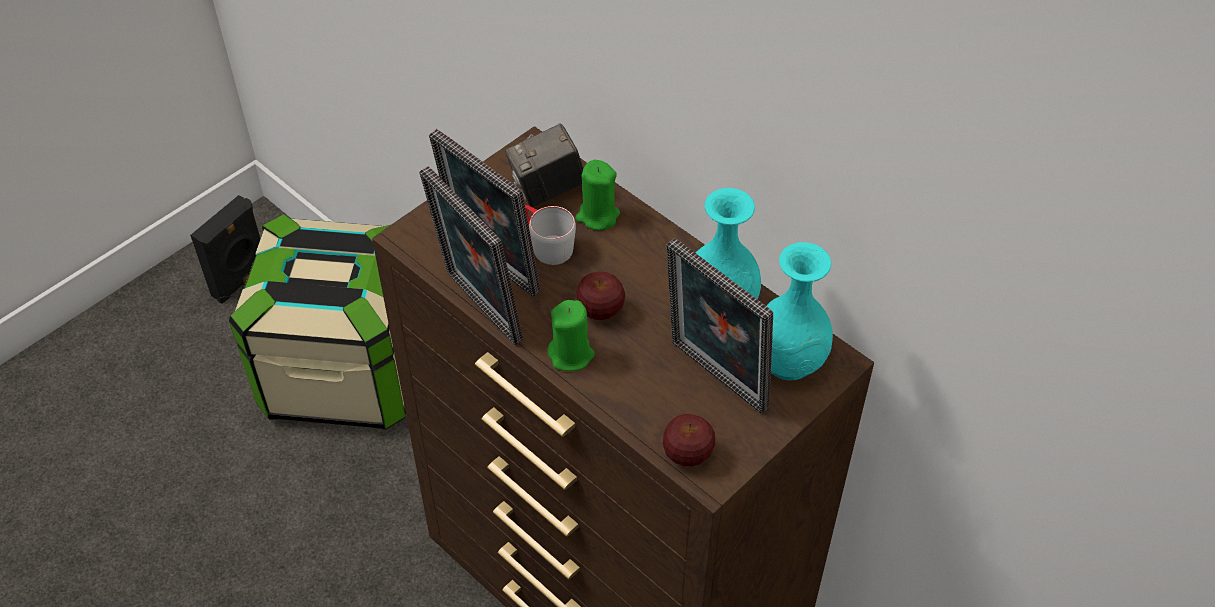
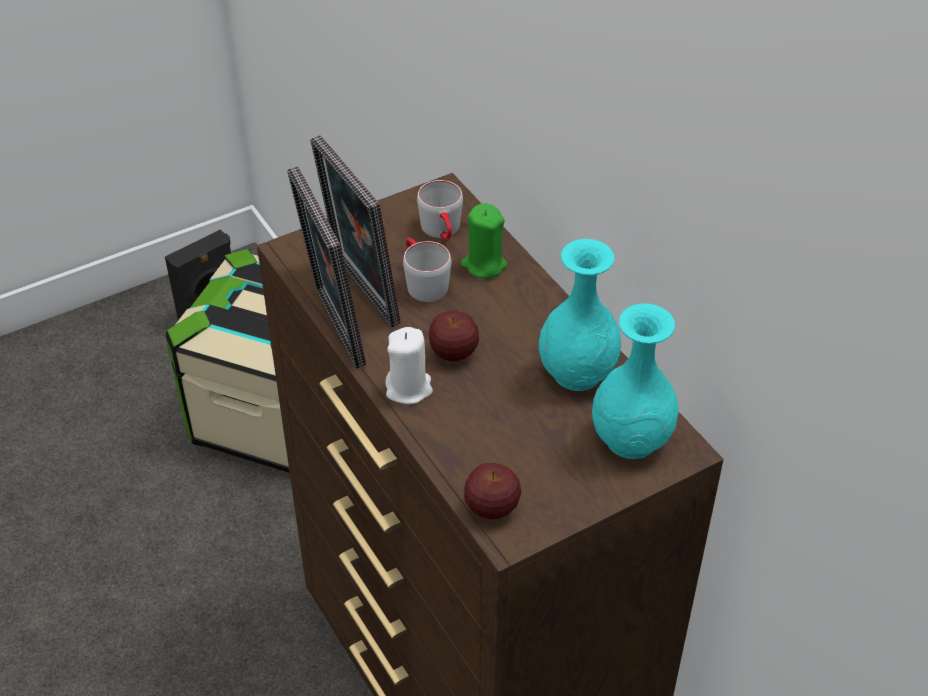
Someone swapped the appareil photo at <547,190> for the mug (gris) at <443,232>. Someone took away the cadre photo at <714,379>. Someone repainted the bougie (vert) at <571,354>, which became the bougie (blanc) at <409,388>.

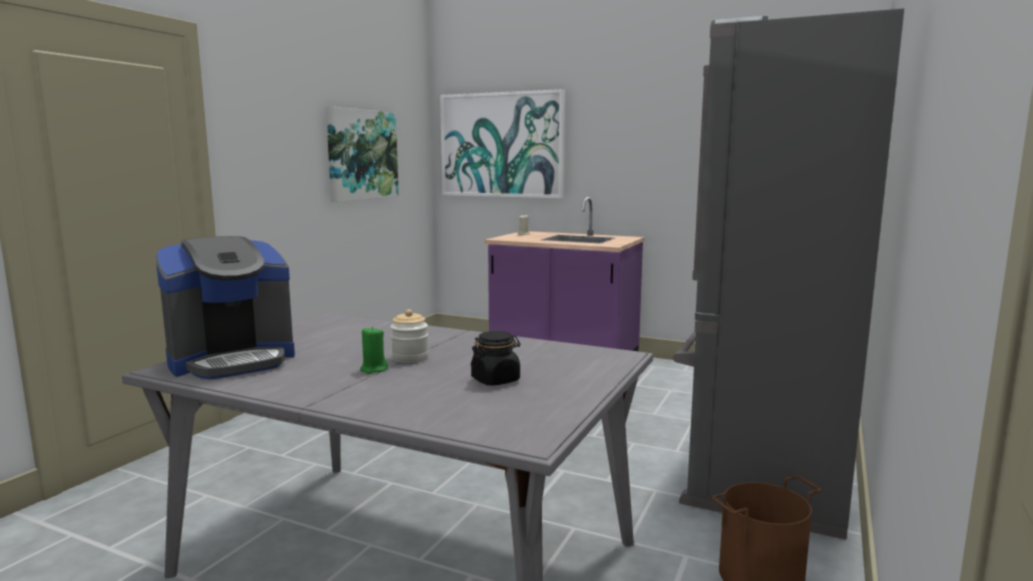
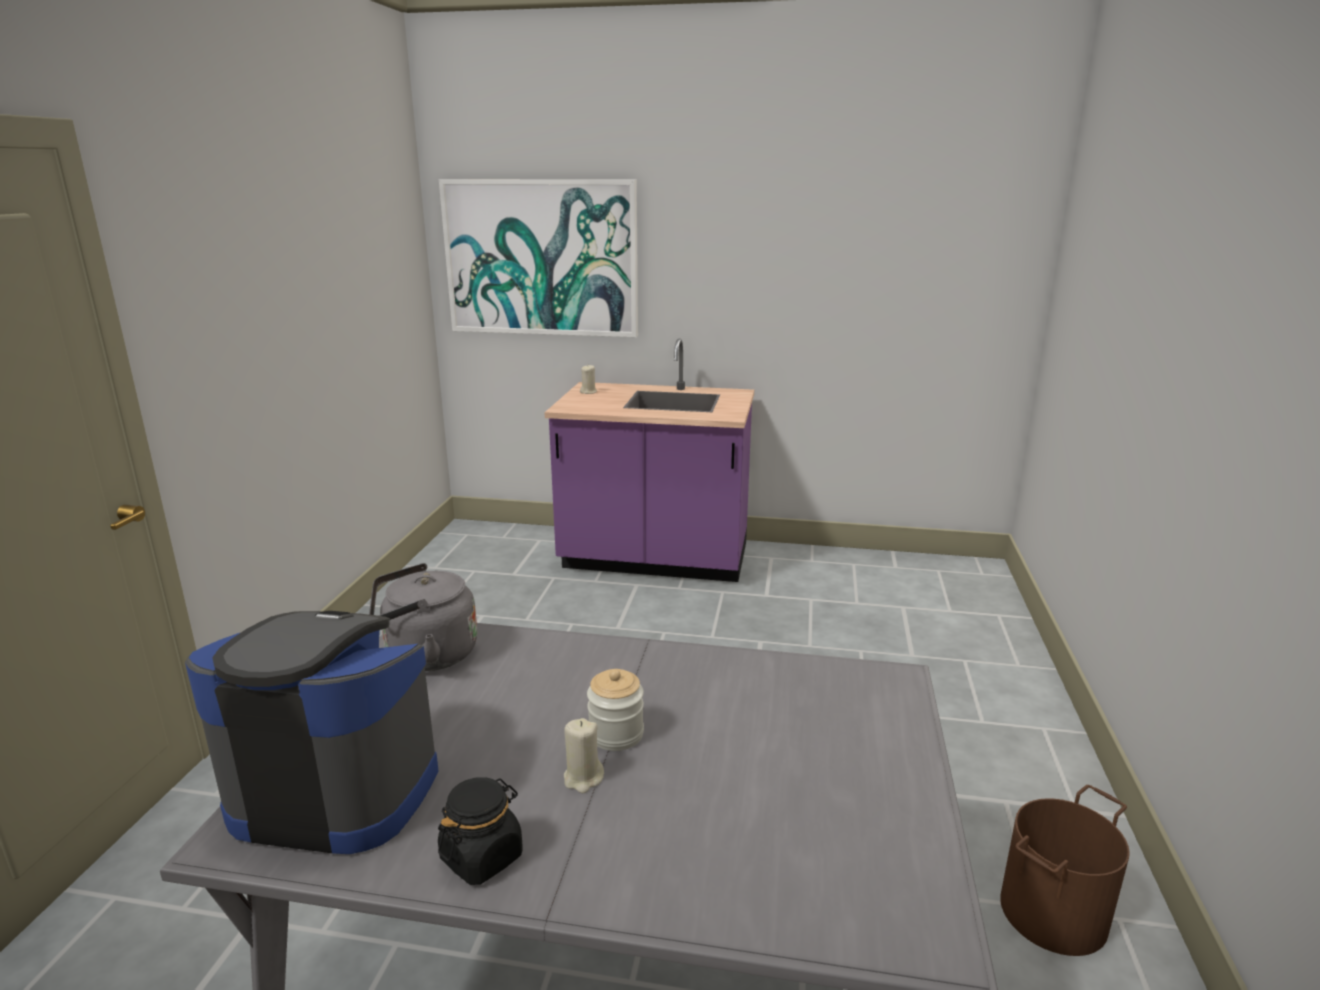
Someone took away the réfrigérateur (gris) at <763,469>. Someone took away the tableau at <362,155>. Someone rotated the machine à café at <232,360> by 120 degrees counterclockwise. Someone repainted the bougie (vert) at <373,369>, which became the bougie (beige) at <583,778>. Someone carried the bocal (noir) from <496,380> to <482,857>. Someone put down the bouilloire (gris) at <426,655>.

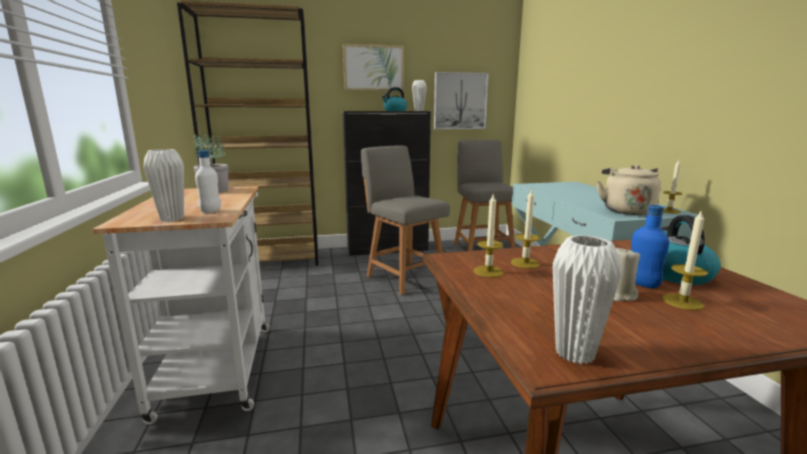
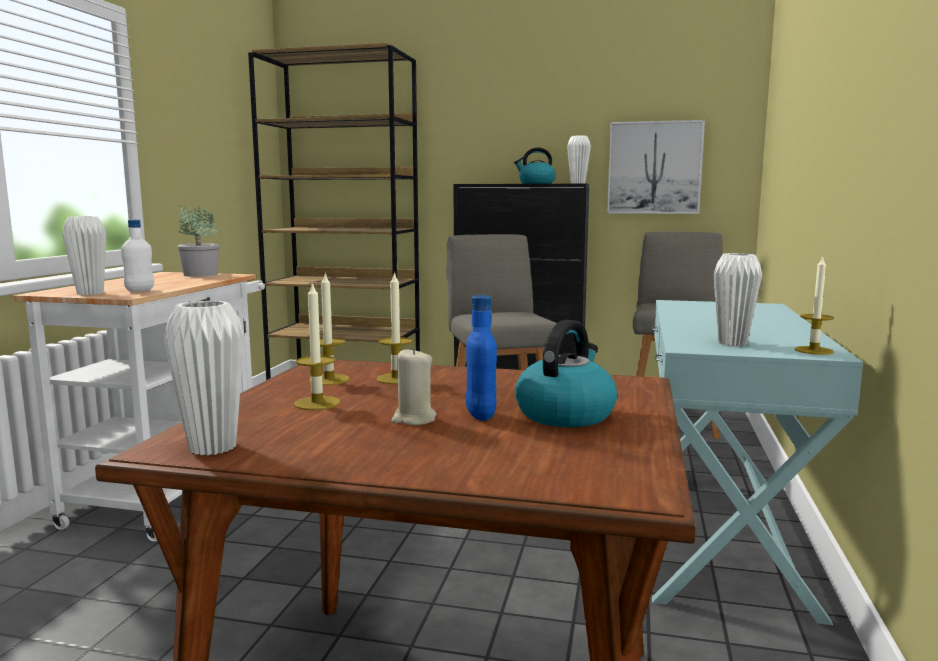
Someone took away the tableau at <373,68>. Someone swapped the bouilloire (beige) at <626,210> for the vase (blanc) at <732,343>. Someone carried the bougie from <682,302> to <317,403>.

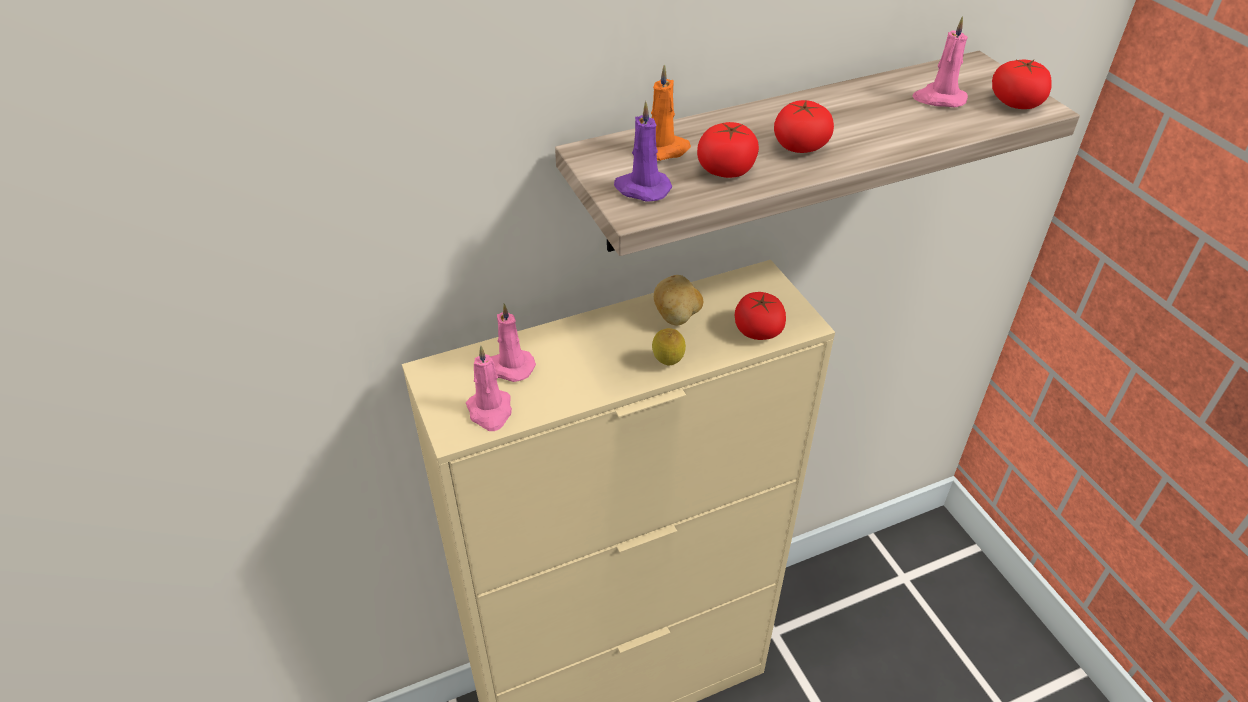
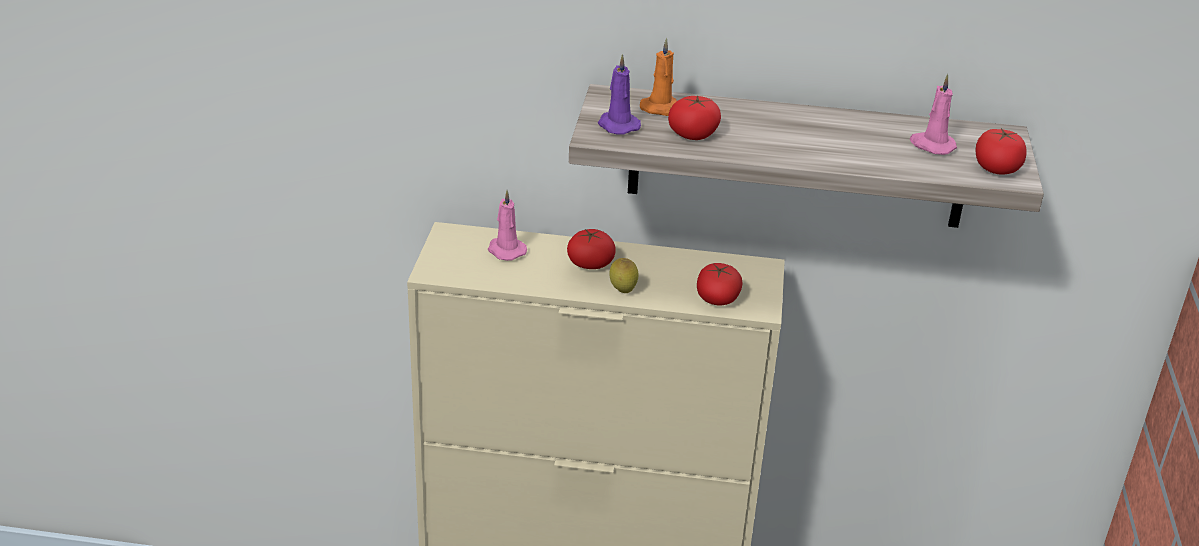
Someone carried the tomate from <800,146> to <590,263>. Someone took away the pomme de terre at <677,317>. Someone took away the bougie (rose) at <490,411>.

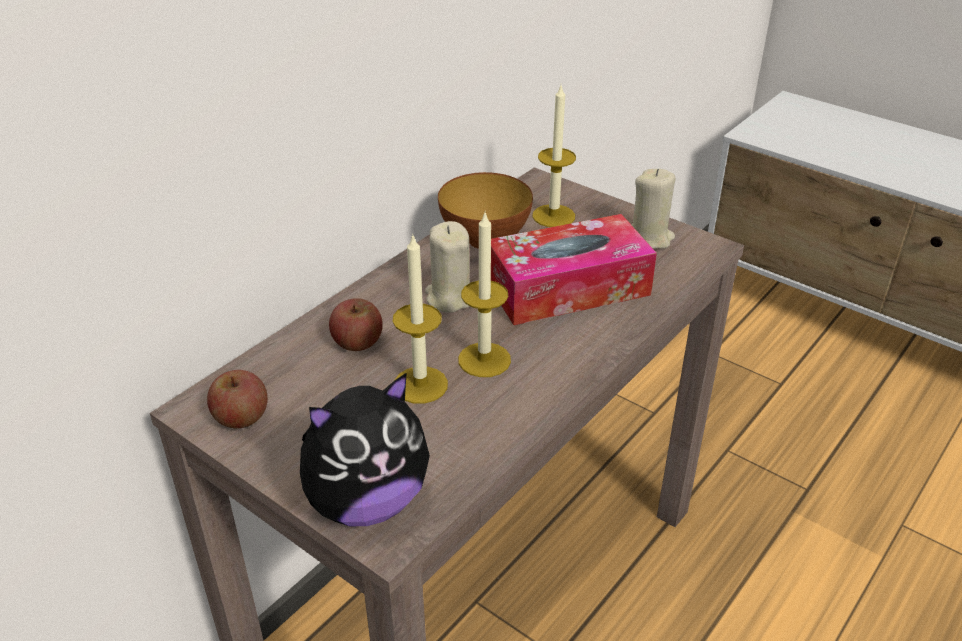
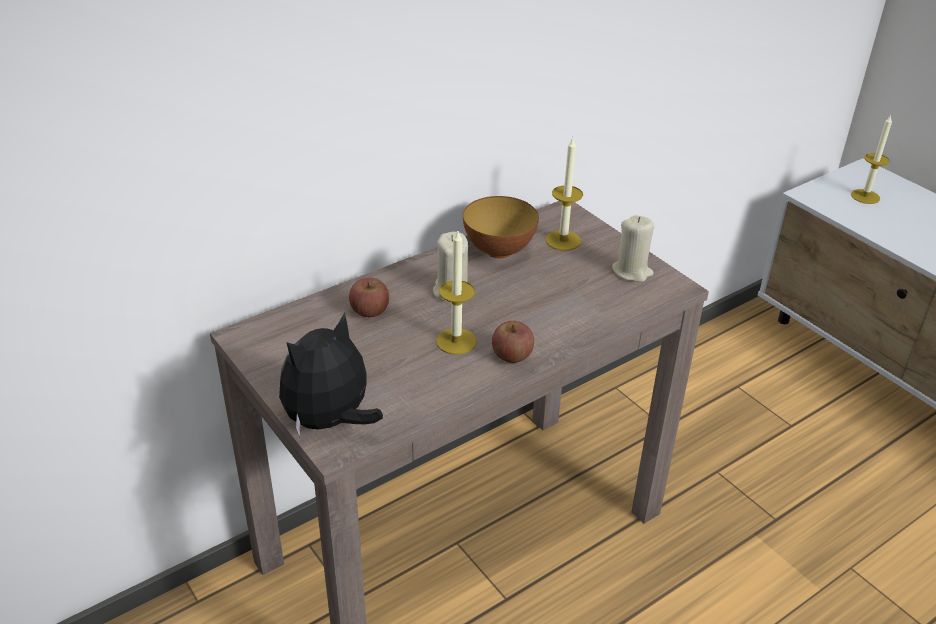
Someone took away the boîte à mouchoirs at <567,288>. Someone carried the bougie from <420,385> to <865,196>. Someone carried the pomme from <241,417> to <512,355>. Someone rotated the peluche at <366,502> by 150 degrees clockwise.

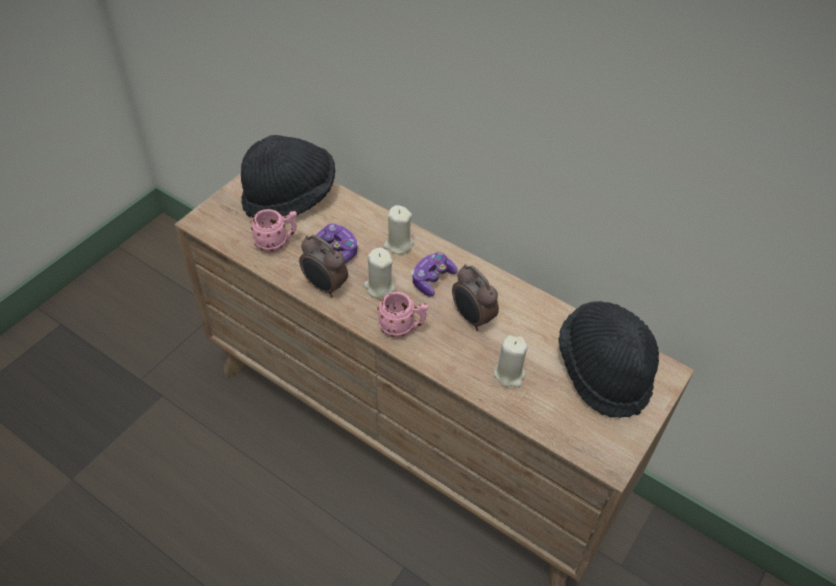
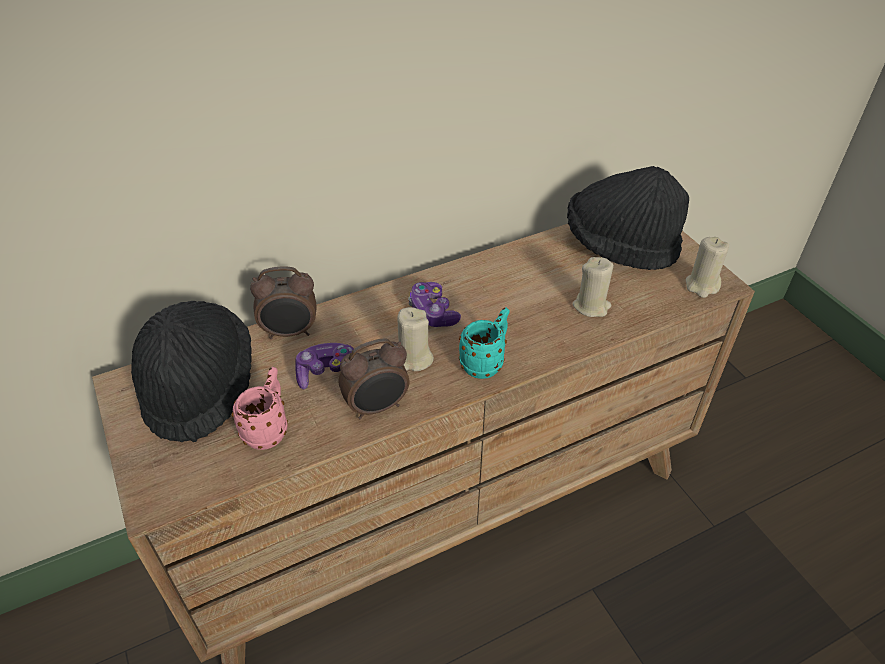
Someone carried the bougie (beige) from <398,244> to <702,285>. Someone carried the réveil from <472,318> to <290,332>. Someone repainted the mug (rose) at <402,329>, which became the mug (turquoise) at <486,362>.

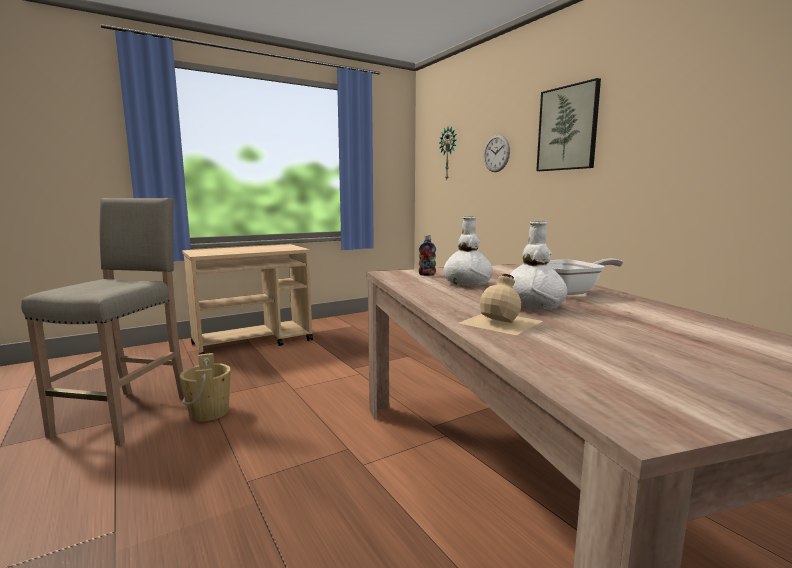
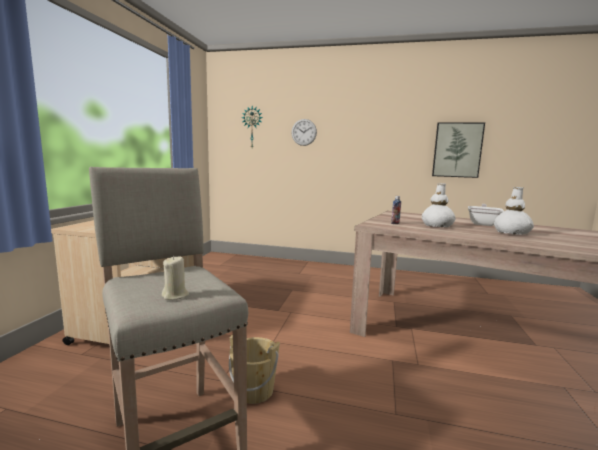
Someone carried the tableau from <568,128> to <457,150>. Someone took away the bouteille (beige) at <502,322>. Someone put down the bougie (beige) at <175,295>.

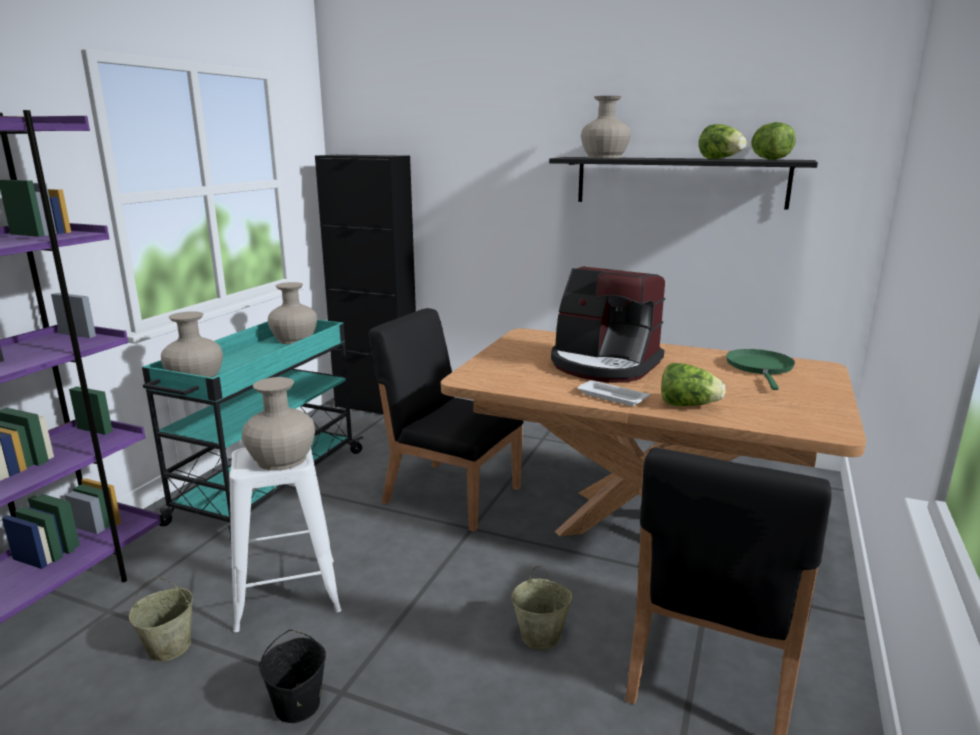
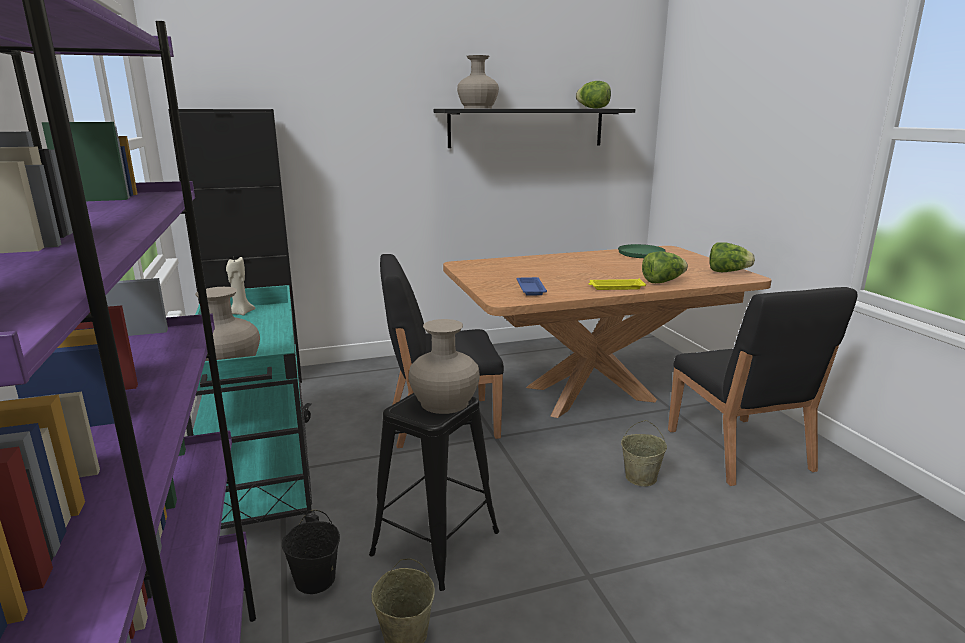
Someone carried the laitue from <720,159> to <727,272>. Someone took away the machine à café at <604,365>. Someone swapped the vase (beige) at <294,339> for the bougie (beige) at <241,313>. Someone repainted the plateau (blanc) at <611,397>, which became the plateau (jaune) at <615,287>. Someone repainted the tabouret (blanc) at <286,594>, which became the tabouret (noir) at <435,543>. Someone carried the seau (noir) from <297,706> to <315,580>. Someone put down the plateau (bleu) at <530,289>.

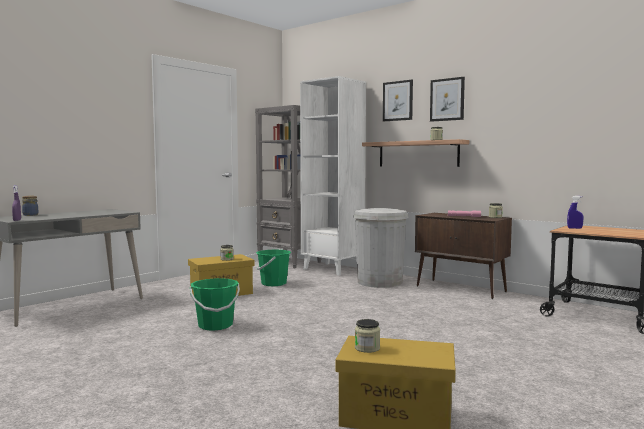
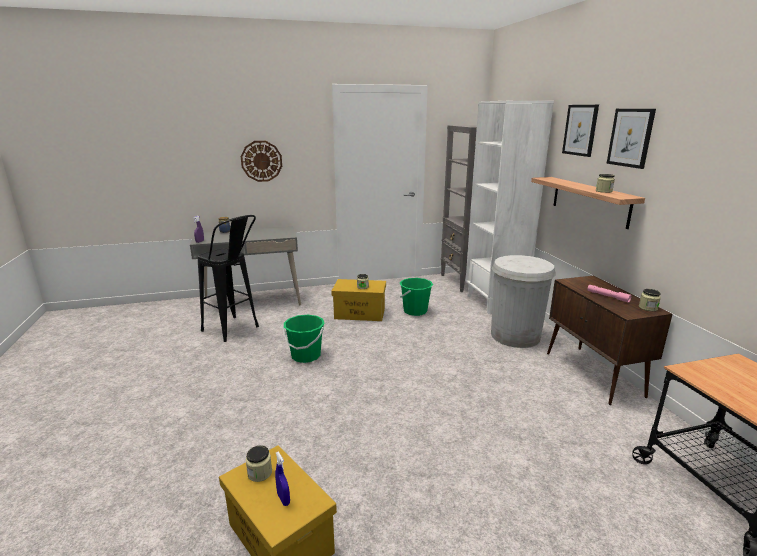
Someone carried the vaporisateur (bleu) from <574,228> to <283,499>. Someone put up the horloge murale at <261,161>. Someone put down the tabouret (noir) at <235,331>.

